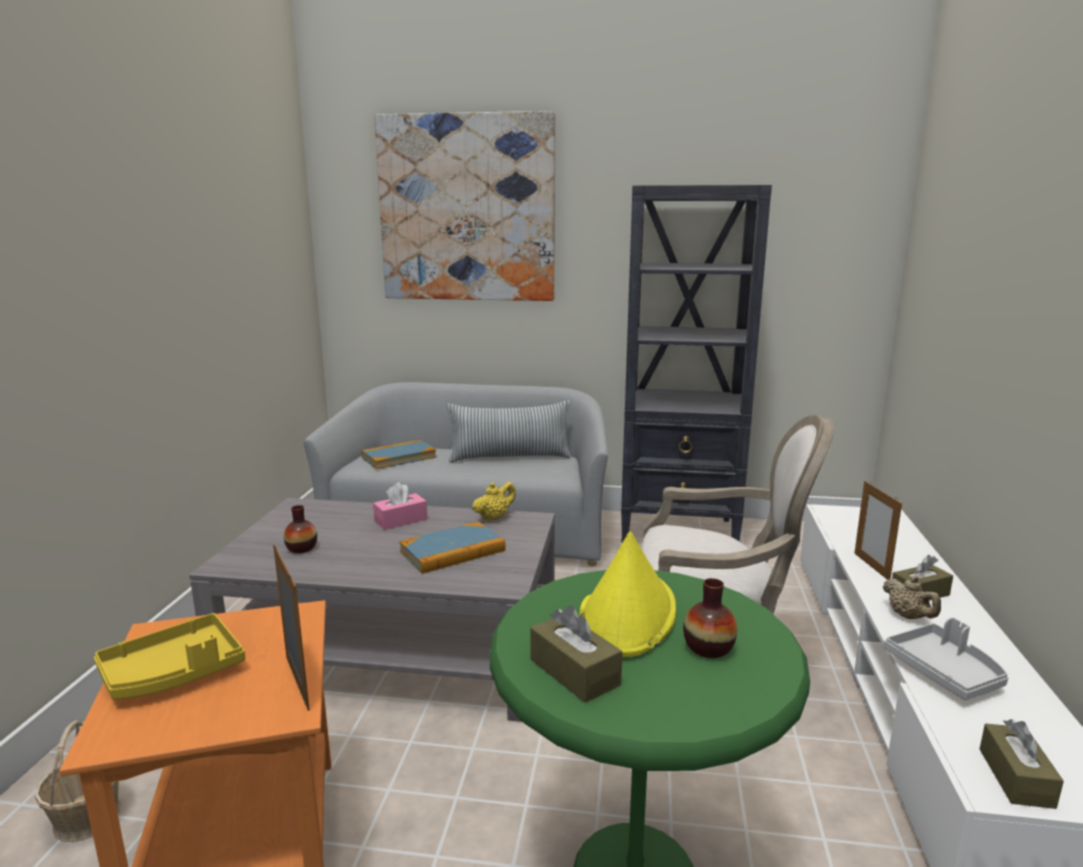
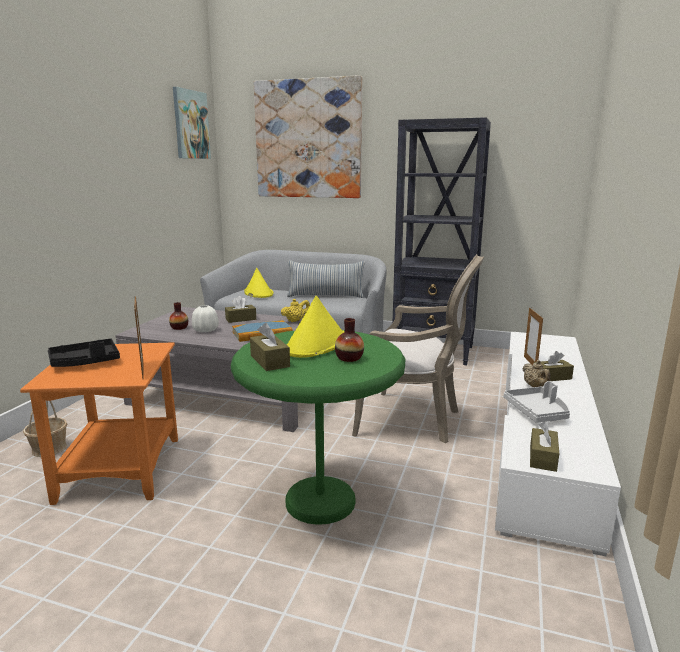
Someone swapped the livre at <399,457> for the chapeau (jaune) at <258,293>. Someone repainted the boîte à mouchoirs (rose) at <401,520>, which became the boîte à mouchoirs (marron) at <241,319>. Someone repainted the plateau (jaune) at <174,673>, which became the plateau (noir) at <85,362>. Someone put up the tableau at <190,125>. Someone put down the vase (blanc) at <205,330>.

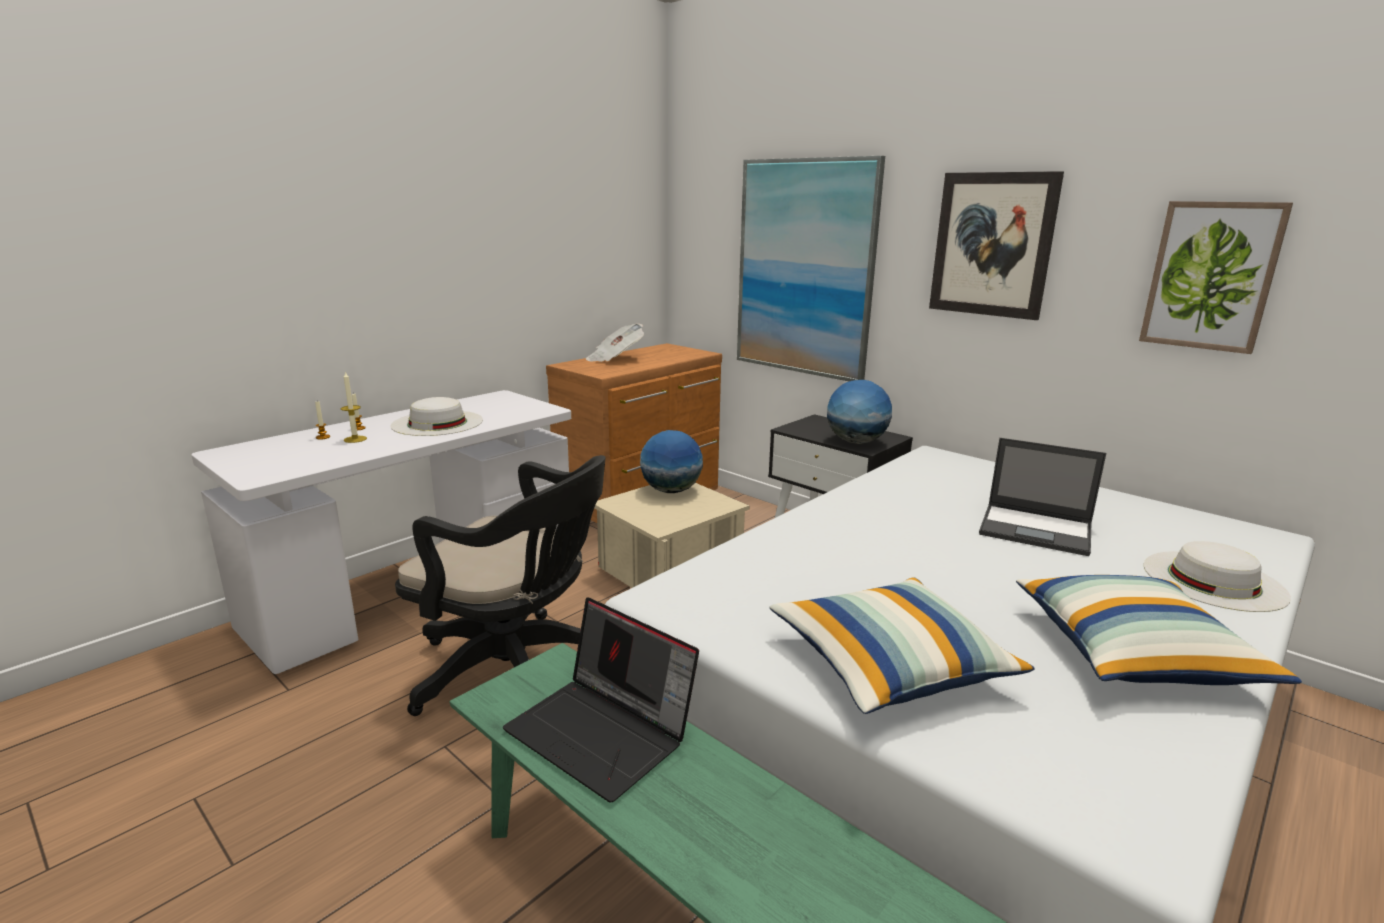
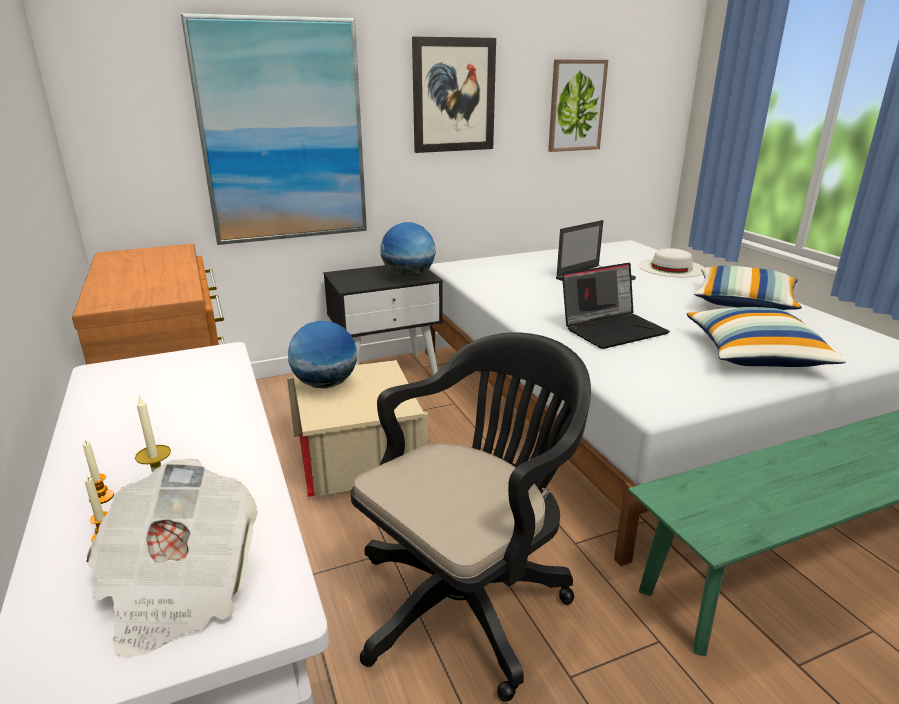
Someone carried the journal from <615,359> to <179,586>. Someone took away the chapeau (blanc) at <437,423>. Someone carried the ordinateur portable from <603,733> to <613,329>.

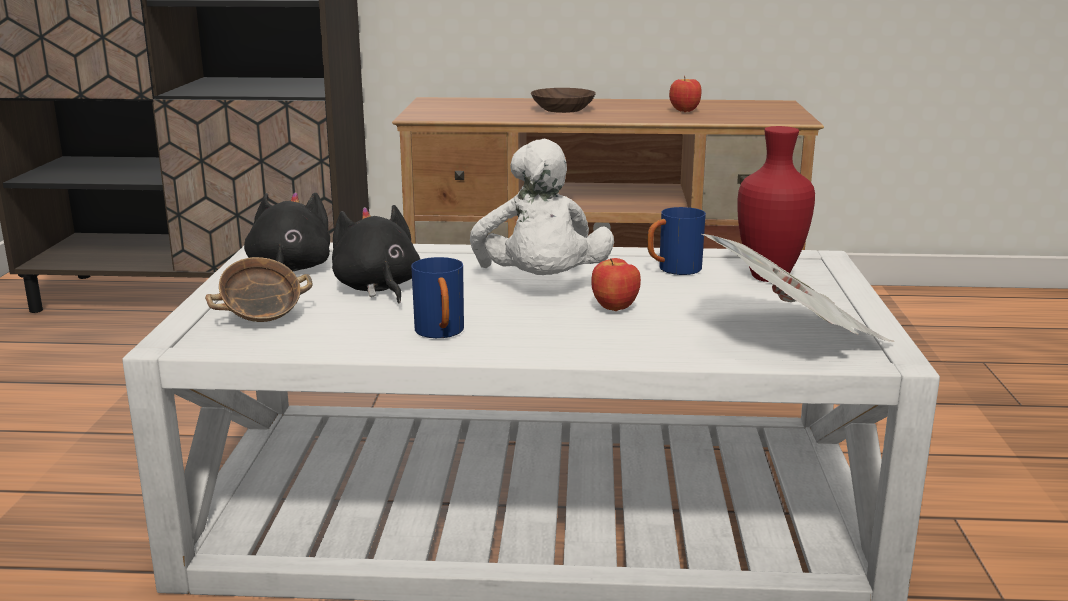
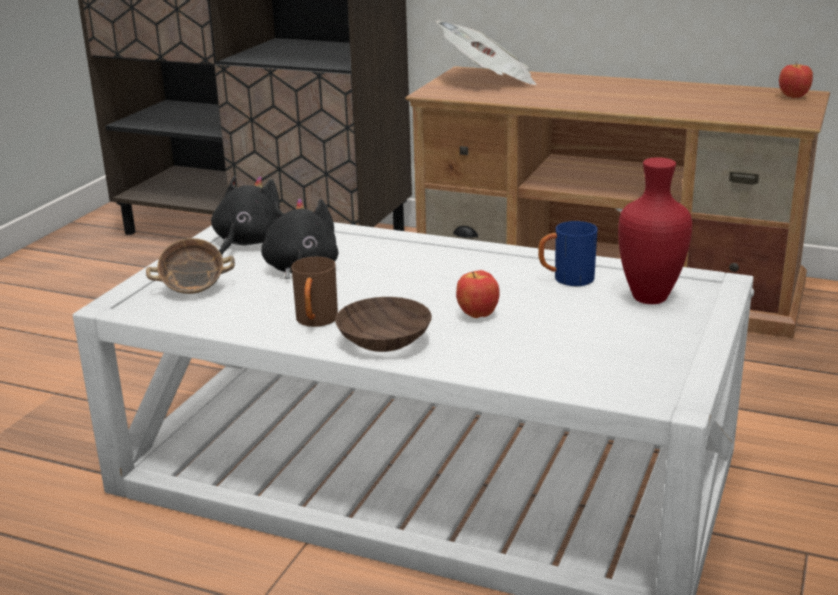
Someone carried the pomme from <684,111> to <793,97>. Someone carried the bol (marron) from <561,109> to <382,339>. Someone took away the peluche (blanc) at <540,285>. Someone carried the journal from <793,335> to <489,80>. Someone repainted the mug (bleu) at <441,334>, which became the mug (marron) at <315,322>.

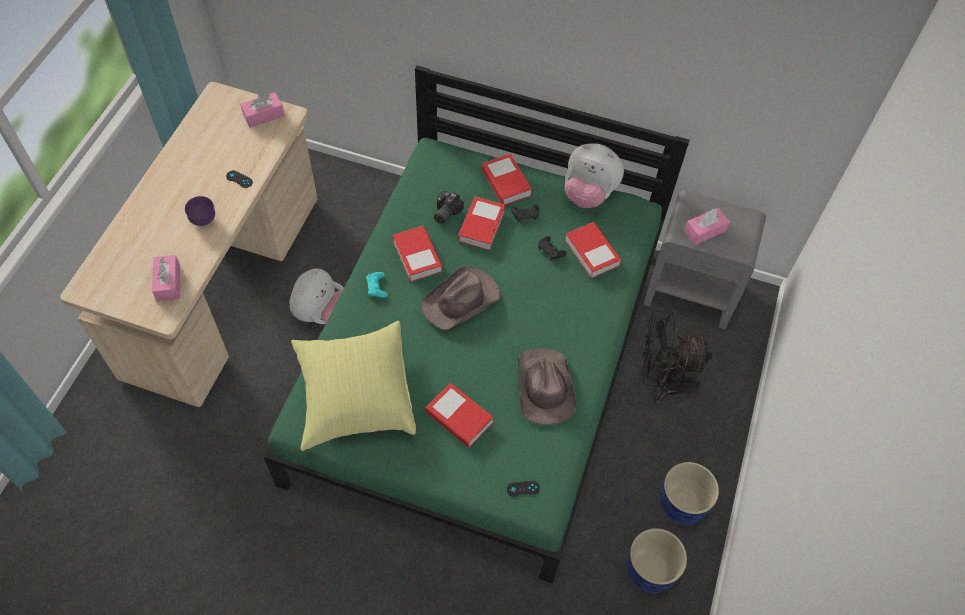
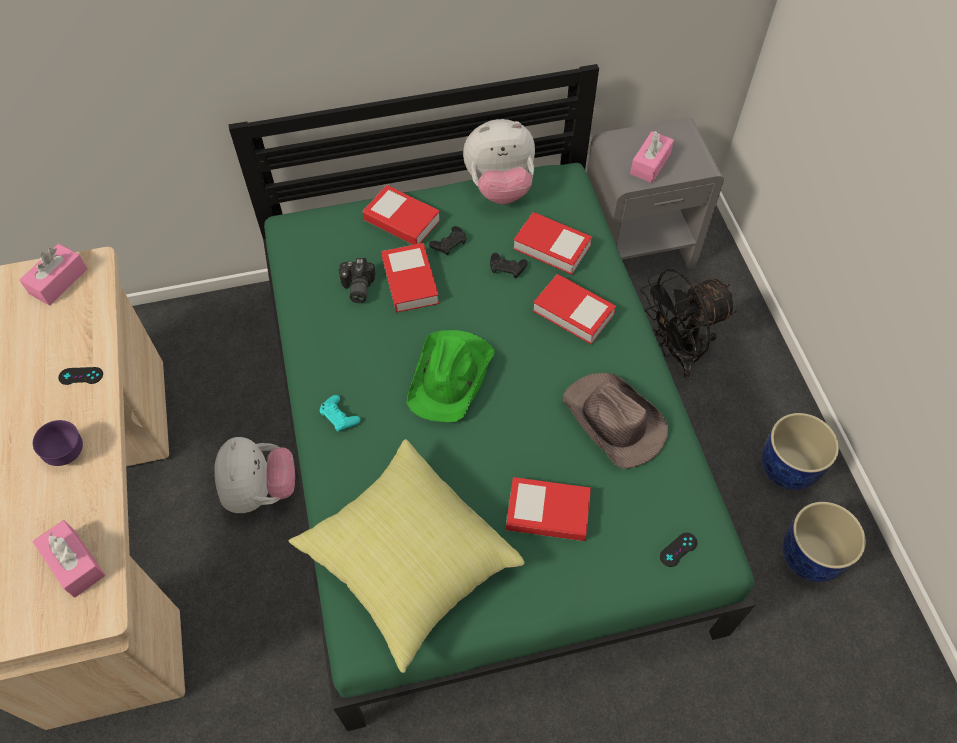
Someone carried the livre from <417,256> to <573,312>. Someone repainted the chapeau (marron) at <462,300>, which became the chapeau (vert) at <451,376>.

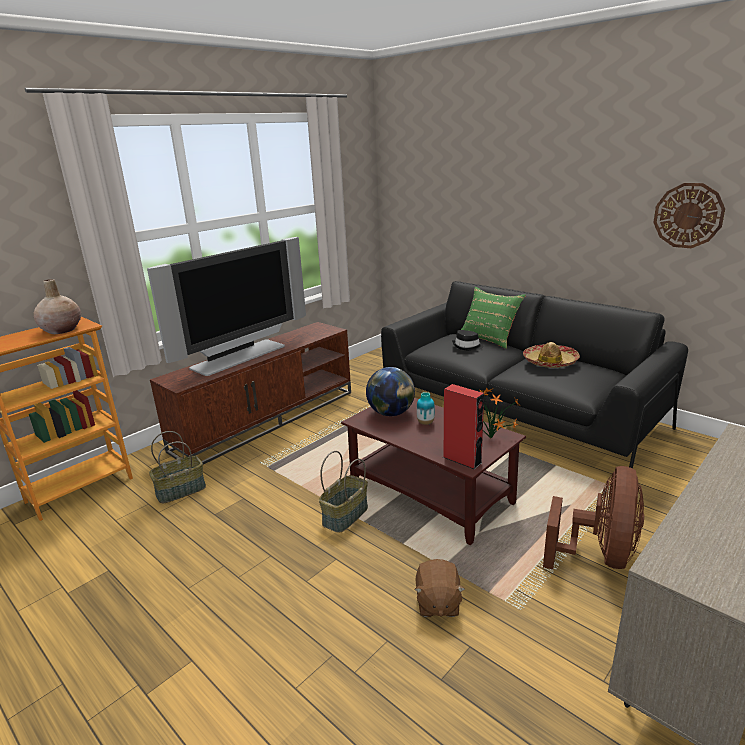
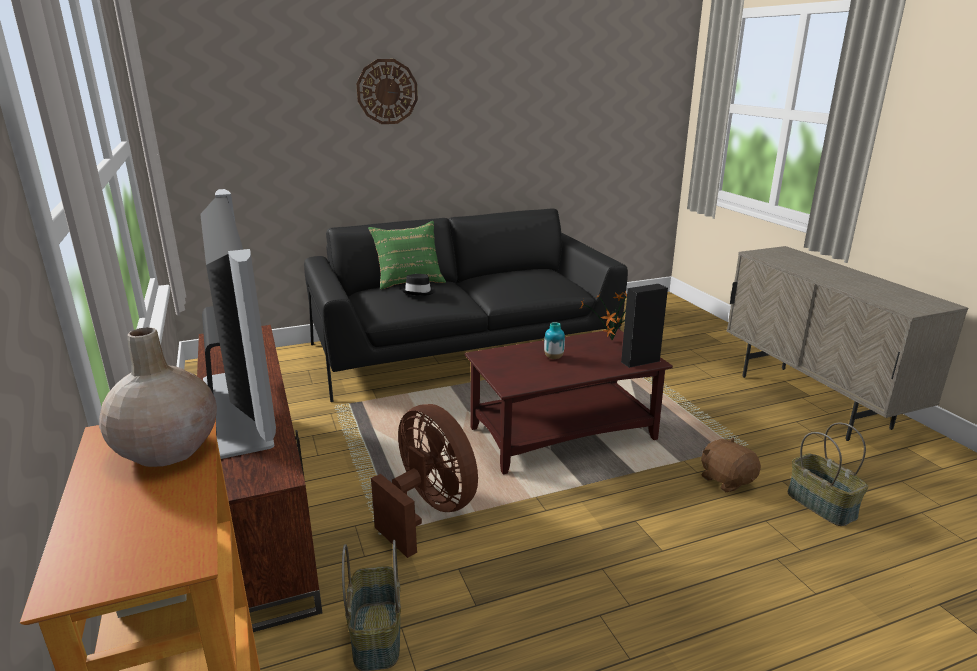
Someone carried the horloge murale from <688,215> to <387,91>. Someone took away the chapeau at <550,362>. Someone took away the globe at <391,413>. Someone repainted the enceinte (rouge) at <462,460>, which became the enceinte (noir) at <640,361>. Someone carried the panier from <345,516> to <822,505>. Someone carried the ventilateur (marron) from <599,555> to <428,511>. Someone rotated the peluche (marron) at <437,603> by 150 degrees counterclockwise.

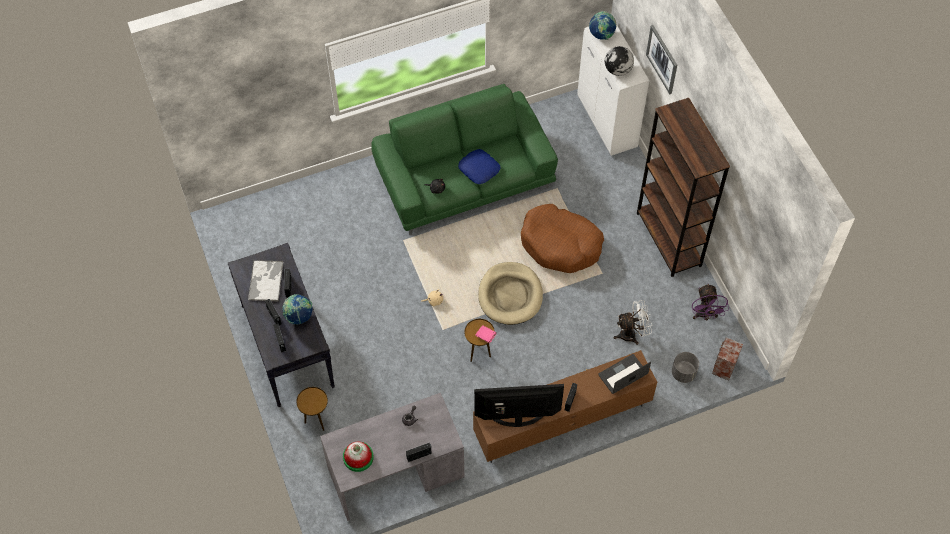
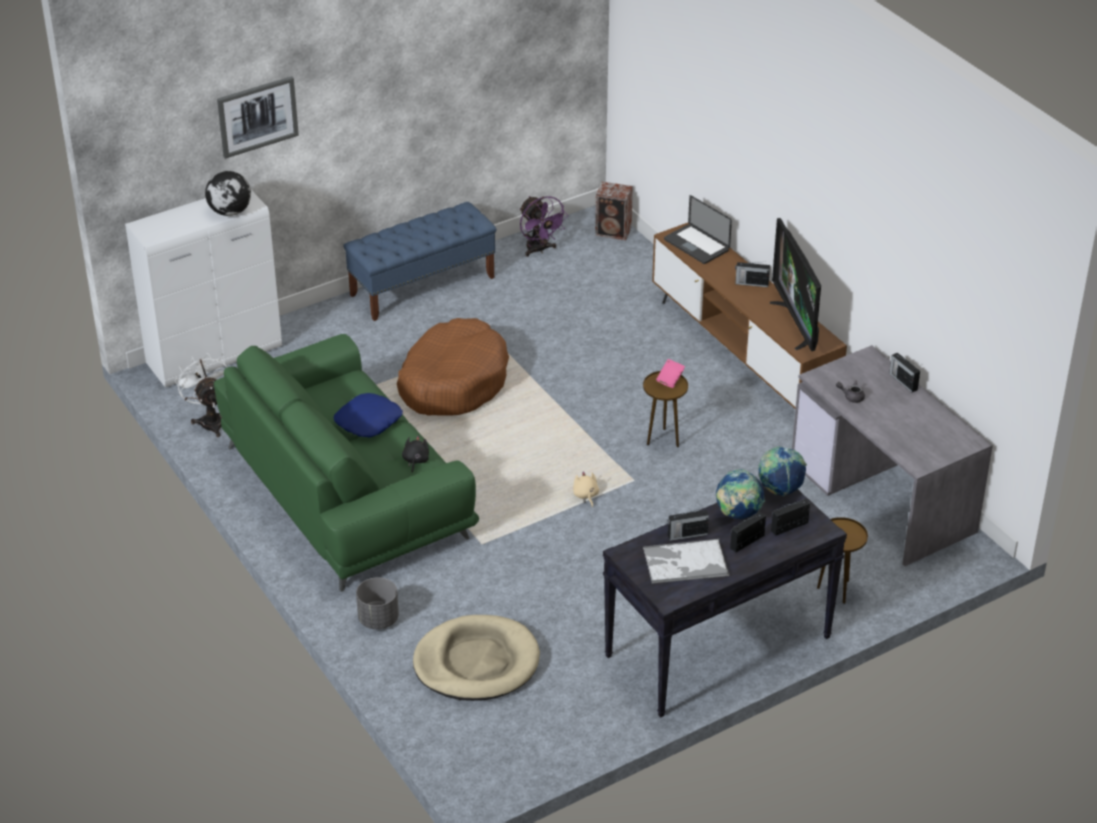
Someone carried the globe from <601,35> to <780,490>. Someone swapped the bibliothèque (marron) at <669,239> for the banc (bleu) at <422,286>. Someone carried the panier pour chien (beige) from <510,295> to <476,662>. Someone rotated the ventilateur (violet) at <704,315> by 75 degrees clockwise. Someone carried the ventilateur (blanc) from <632,334> to <210,420>. Someone carried the cache-pot (gris) from <683,373> to <378,619>. Someone took away the chapeau at <358,457>.

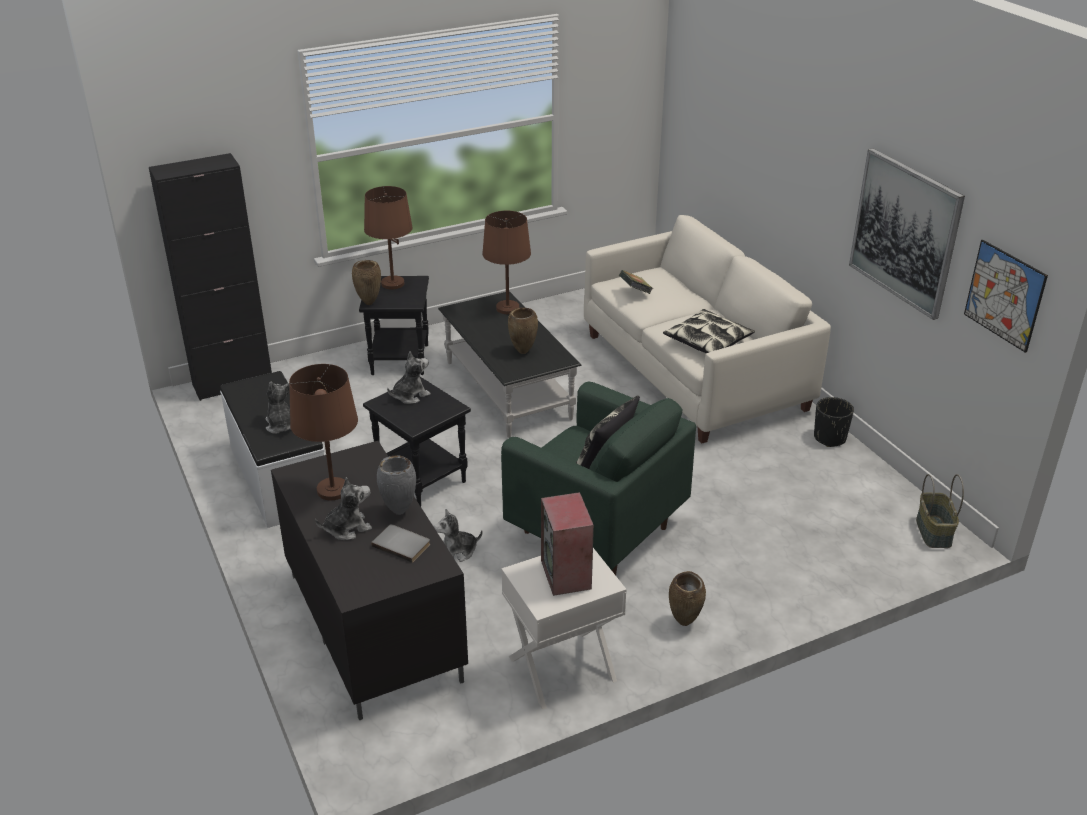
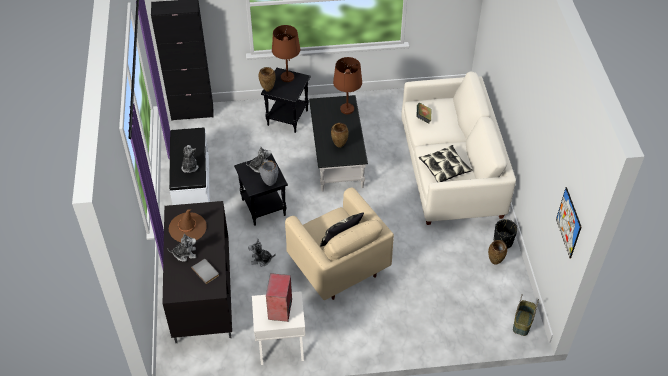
Someone took away the tableau at <905,232>. Someone swapped the lampe de table (marron) at <332,490> for the chapeau (marron) at <187,228>. Someone repainted the fauteuil (vert) at <596,531>, which became the fauteuil (beige) at <338,267>. Someone carried the vase (gris) from <398,512> to <269,184>. Someone carried the vase (marron) from <685,623> to <495,262>.

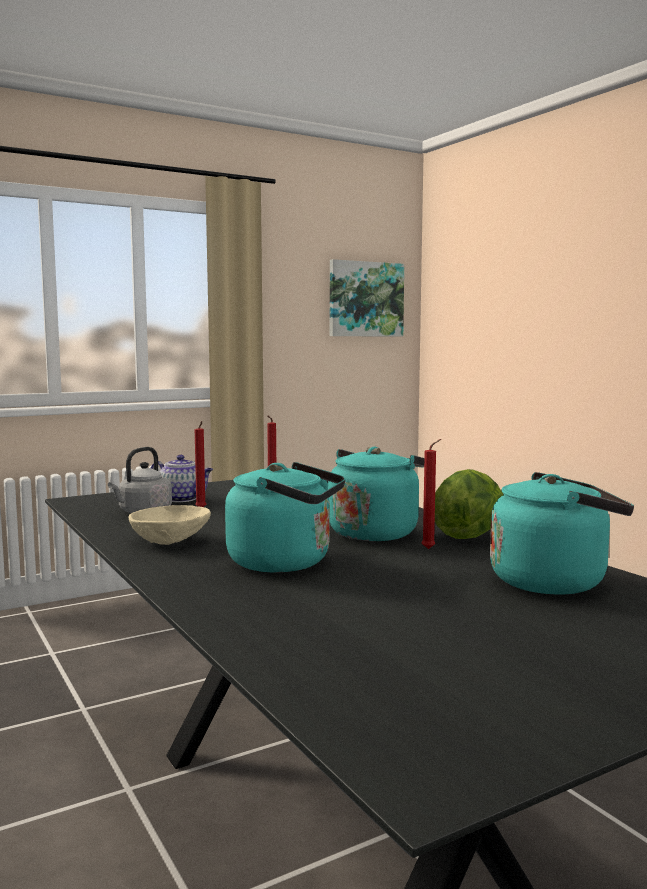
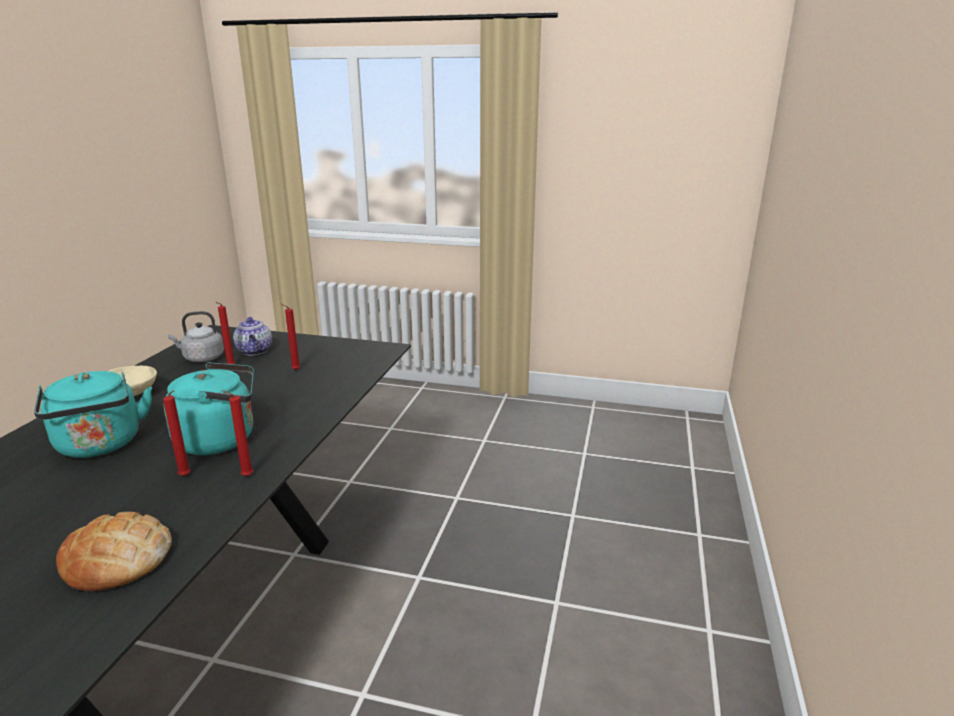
Someone took away the tableau at <365,299>. Someone swapped the laitue at <468,536> for the bougie (rouge) at <245,476>. Someone swapped the bouilloire (turquoise) at <554,581> for the pain at <117,559>.

